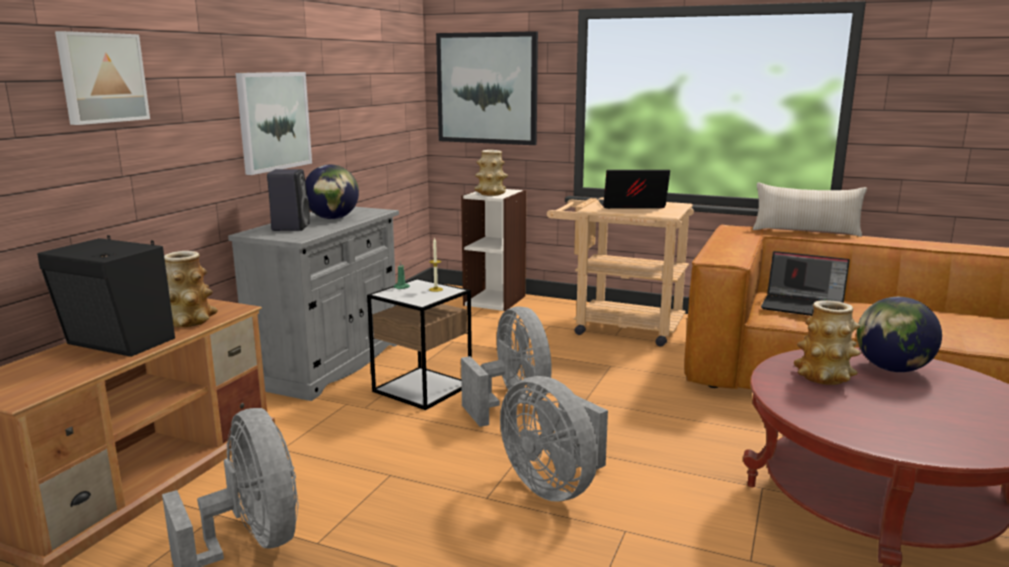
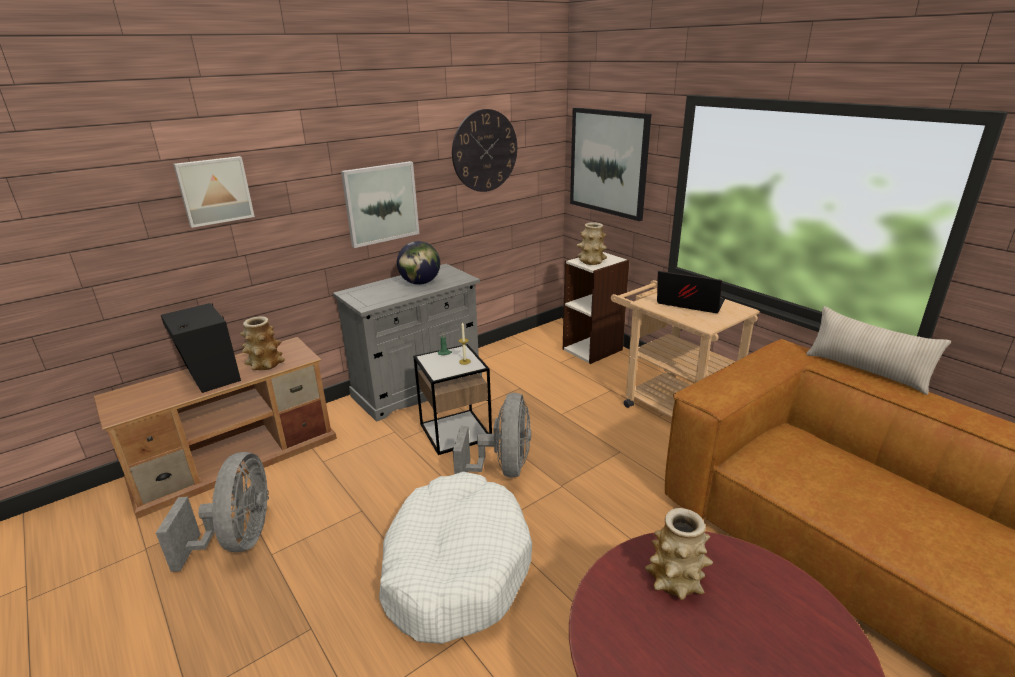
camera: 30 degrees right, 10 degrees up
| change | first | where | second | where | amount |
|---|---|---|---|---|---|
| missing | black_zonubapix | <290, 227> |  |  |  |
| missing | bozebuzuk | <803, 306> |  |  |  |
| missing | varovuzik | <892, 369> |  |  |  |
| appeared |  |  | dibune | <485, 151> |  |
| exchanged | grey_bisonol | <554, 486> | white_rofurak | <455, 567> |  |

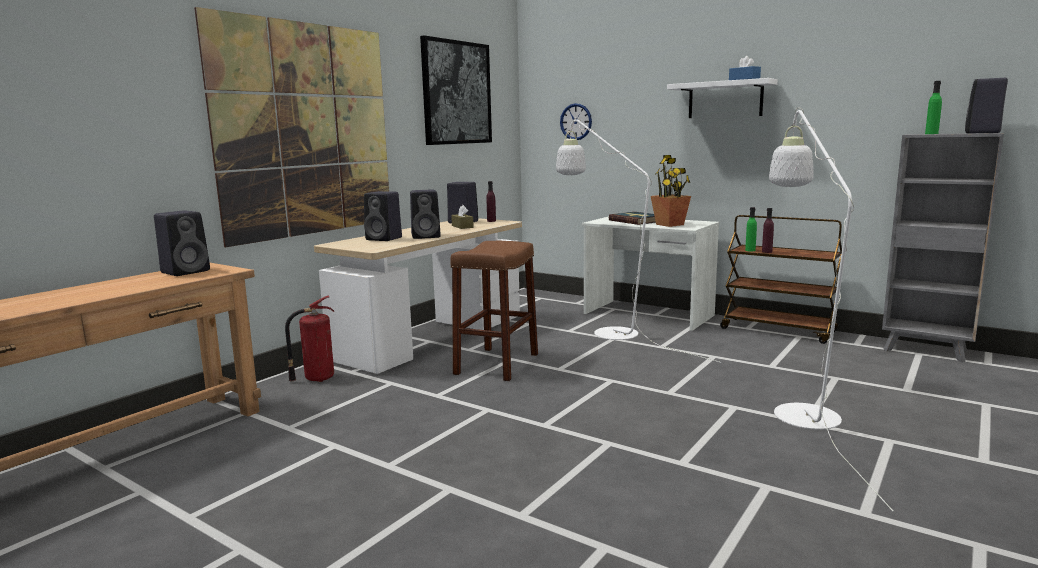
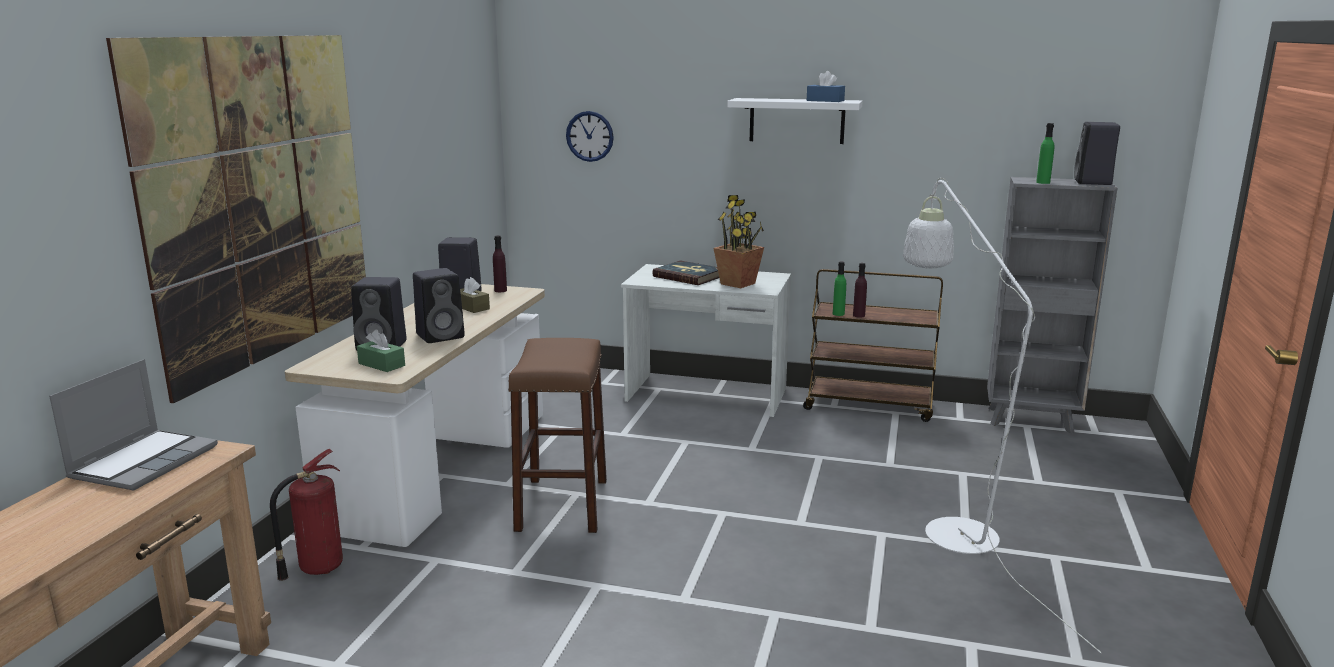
camera: 20 degrees left, 5 degrees up
| change | first | where | second | where | amount |
|---|---|---|---|---|---|
| missing | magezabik | <456, 93> |  |  |  |
| missing | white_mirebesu | <606, 331> |  |  |  |
| appeared |  |  | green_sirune | <381, 364> |  |
| exchanged | black_zonubapix | <187, 271> | bozebuzuk | <144, 461> |  |

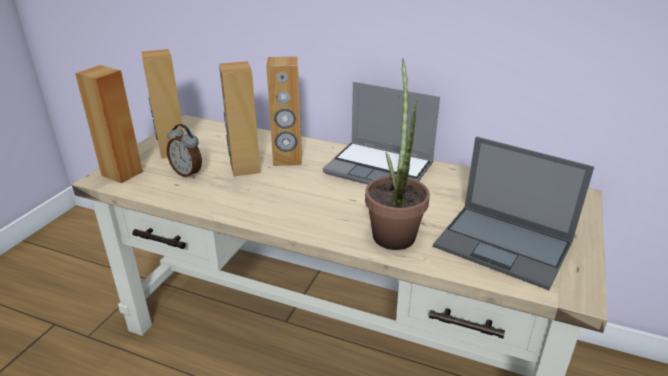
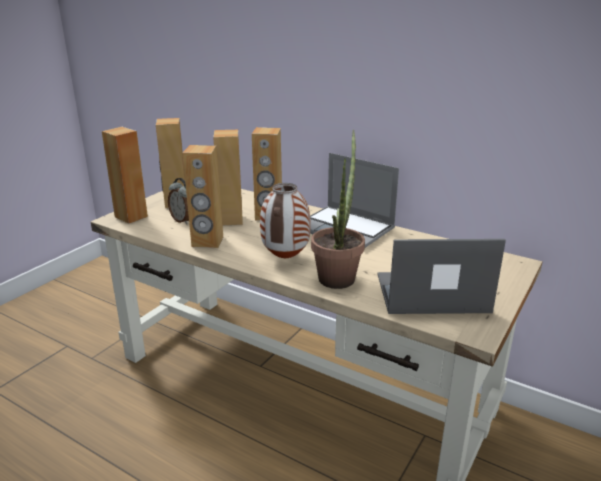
camera: 10 degrees right, 5 degrees down
| change | first | where | second | where | amount |
|---|---|---|---|---|---|
| appeared |  |  | brown_zonubapix | <207, 242> |  |
| appeared |  |  | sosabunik | <286, 258> |  |
| spun | bozebuzuk | <504, 245> |  | <430, 293> | 135 degrees clockwise |

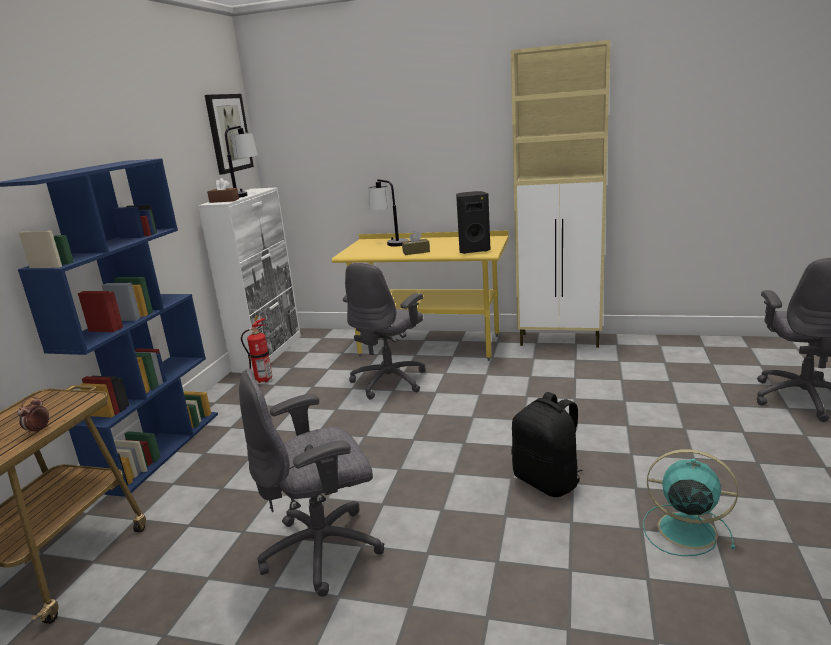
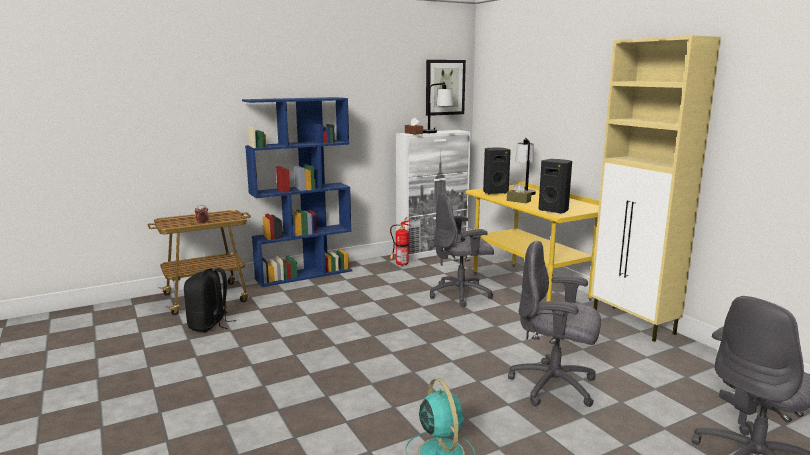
camera: 45 degrees right, 5 degrees down
| change | first | where | second | where | amount |
|---|---|---|---|---|---|
| appeared |  |  | black_zonubapix | <494, 192> |  |
| relocated | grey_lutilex | <324, 549> |  | <555, 386> |  |
| relocated | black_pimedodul | <547, 481> |  | <209, 325> |  |

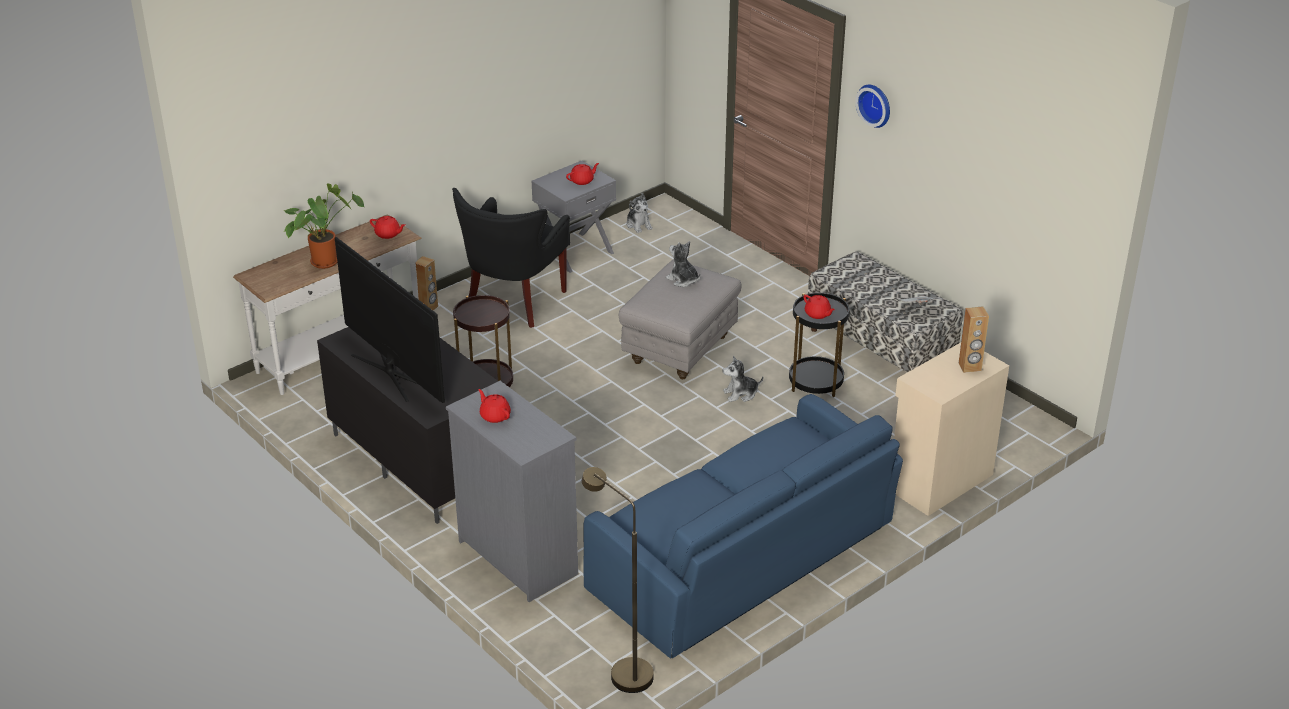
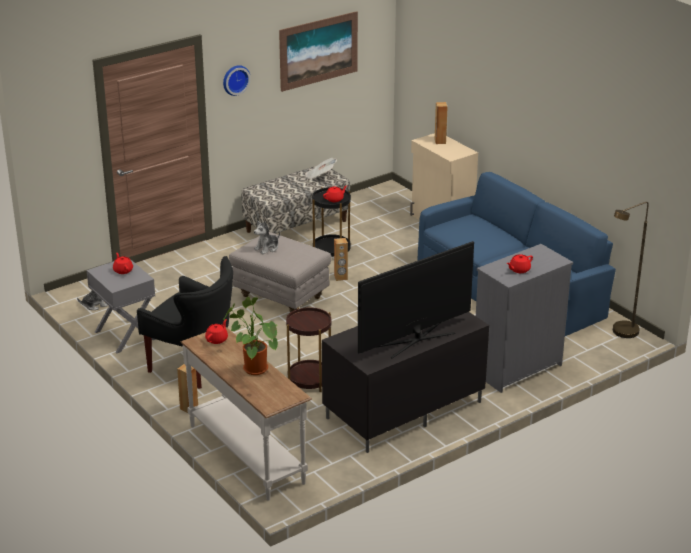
camera: 85 degrees left, 5 degrees down
| change | first | where | second | where | amount |
|---|---|---|---|---|---|
| appeared |  |  | magezabik | <318, 50> |  |
| exchanged | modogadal | <741, 394> | brown_zonubapix | <341, 277> |  |

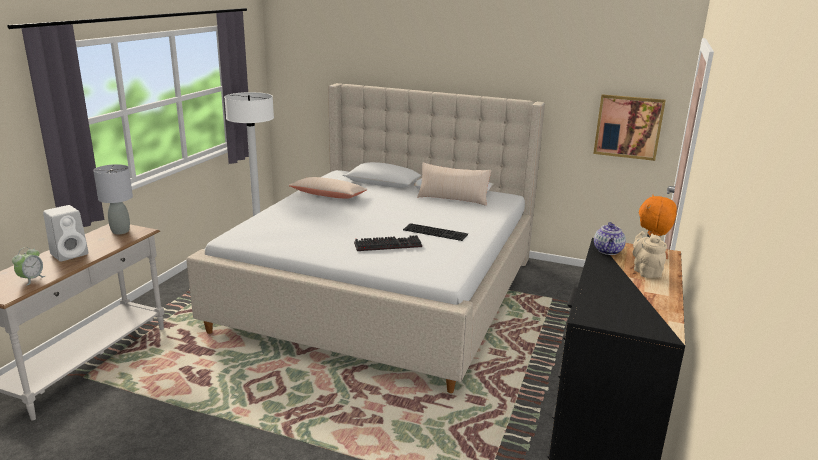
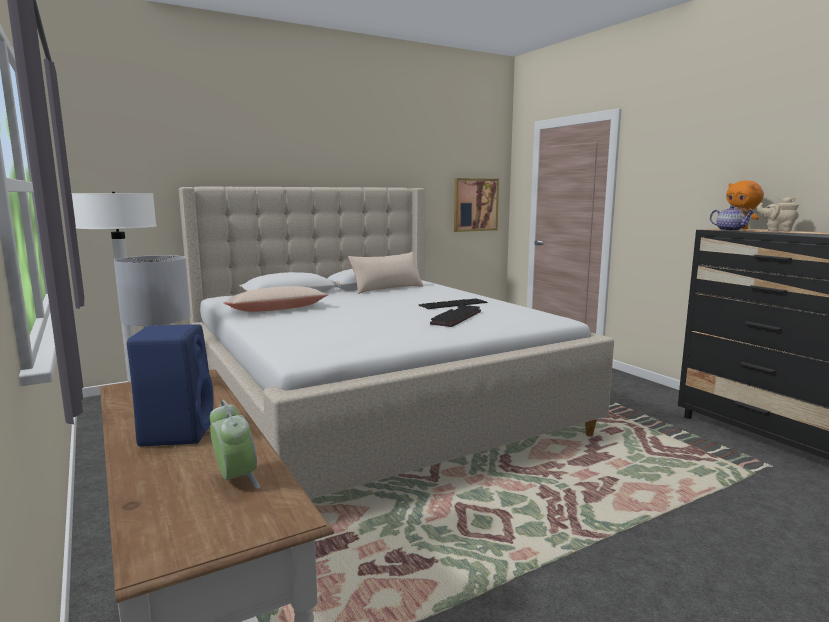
camera: 50 degrees left, 10 degrees down
| change | first | where | second | where | amount |
|---|---|---|---|---|---|
| colour | white_zonubapix | <70, 254> | blue_zonubapix | <177, 432> |  |

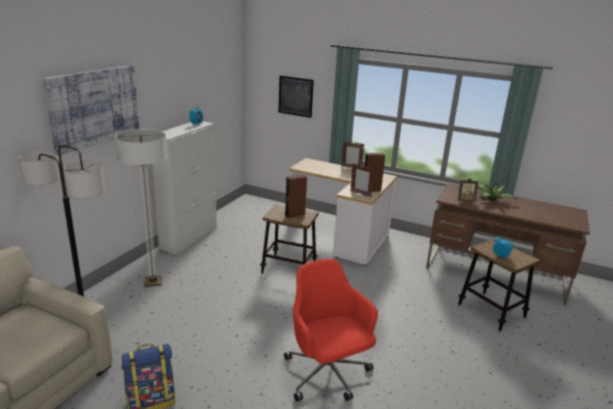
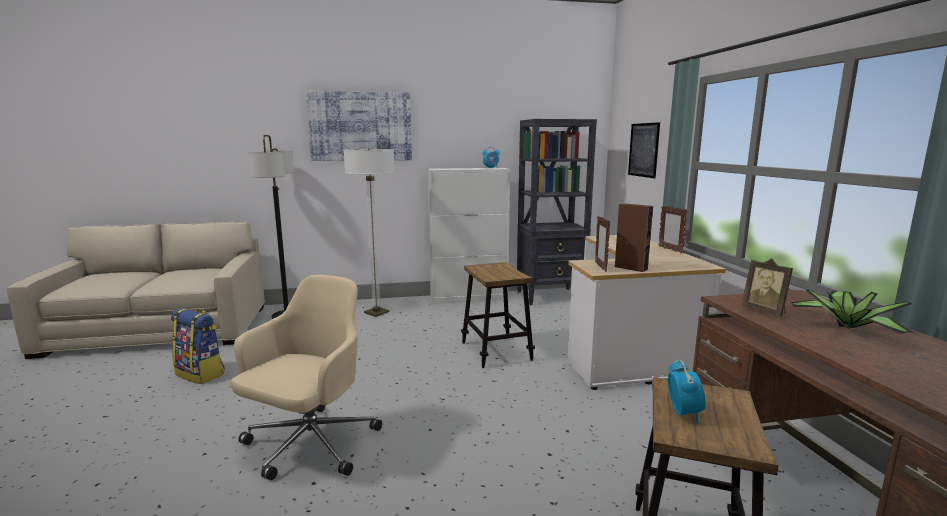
camera: 55 degrees right, 10 degrees down
| change | first | where | second | where | amount |
|---|---|---|---|---|---|
| missing | brown_zonubapix | <295, 214> |  |  |  |
| appeared |  |  | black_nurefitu | <551, 296> |  |
| colour | red_lutilex | <327, 374> | beige_lutilex | <309, 445> |  |

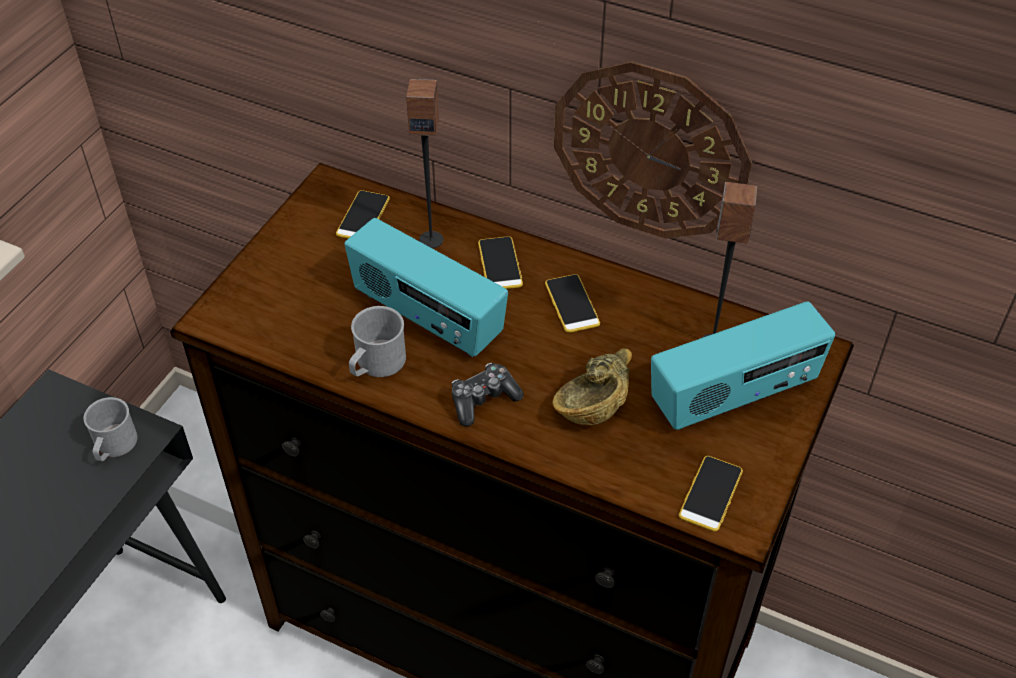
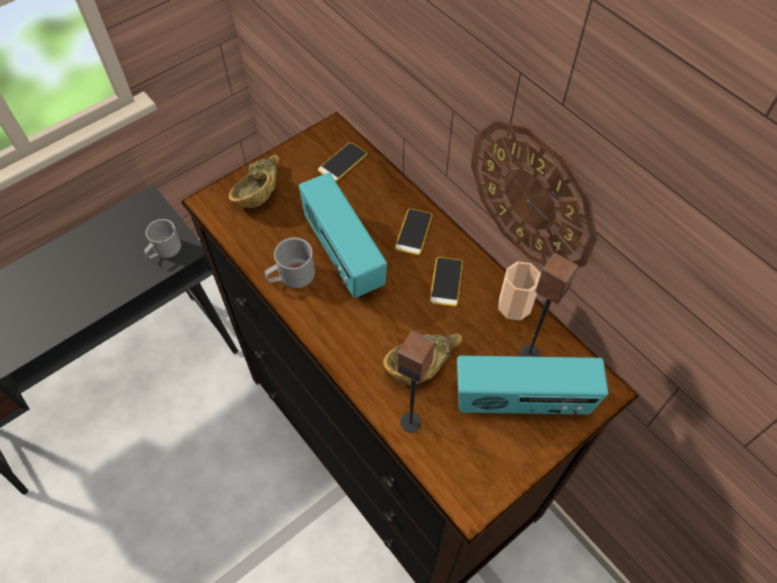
camera: 25 degrees right, 10 degrees up
| change | first | where | second | where | amount |
|---|---|---|---|---|---|
| missing | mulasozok | <483, 400> |  |  |  |
| missing | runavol | <711, 494> |  |  |  |
| appeared |  |  | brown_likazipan | <259, 189> |  |
| appeared |  |  | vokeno | <514, 306> |  |
| relocated | zonubapix | <431, 239> |  | <411, 422> |  |

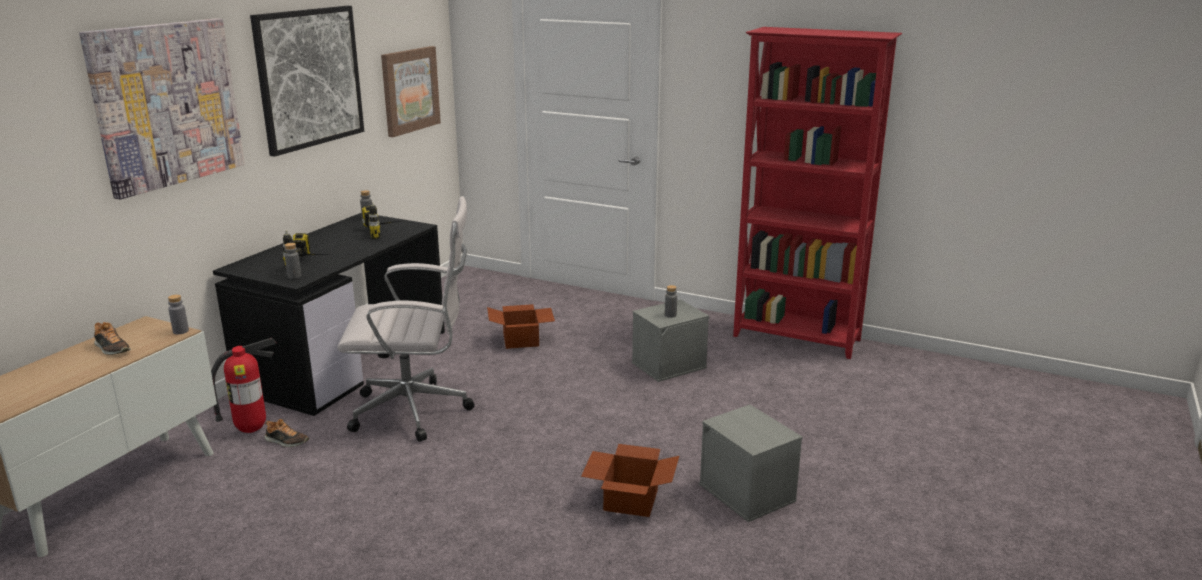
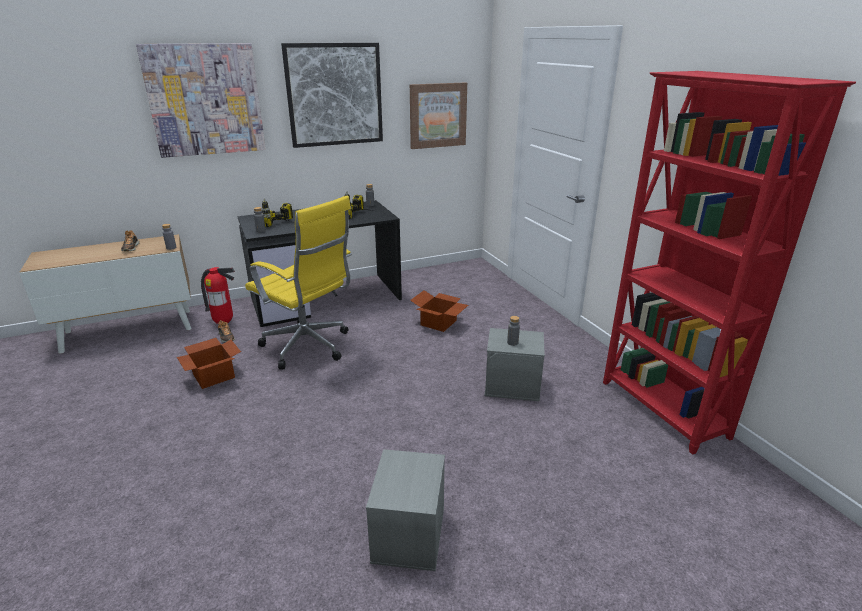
camera: 40 degrees right, 5 degrees up
| change | first | where | second | where | amount |
|---|---|---|---|---|---|
| relocated | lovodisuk | <629, 499> |  | <214, 375> |  |
| colour | white_lutilex | <416, 411> | yellow_lutilex | <309, 347> |  |

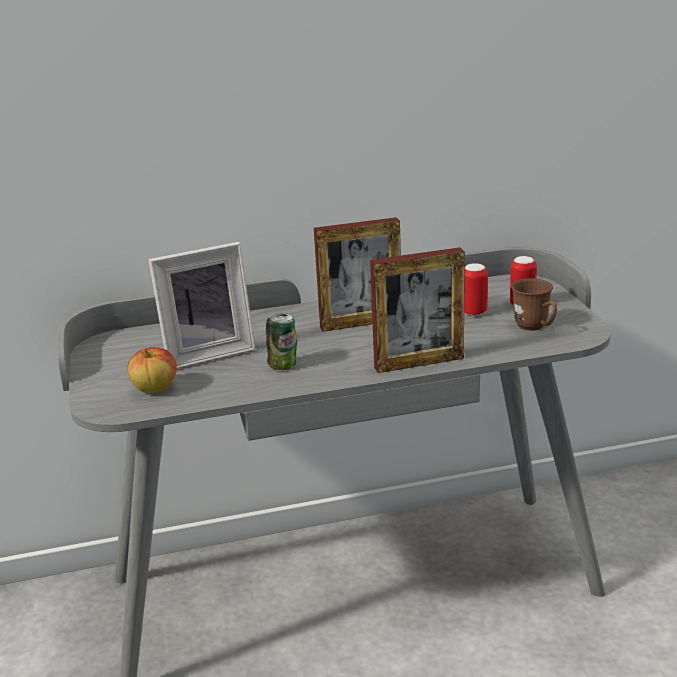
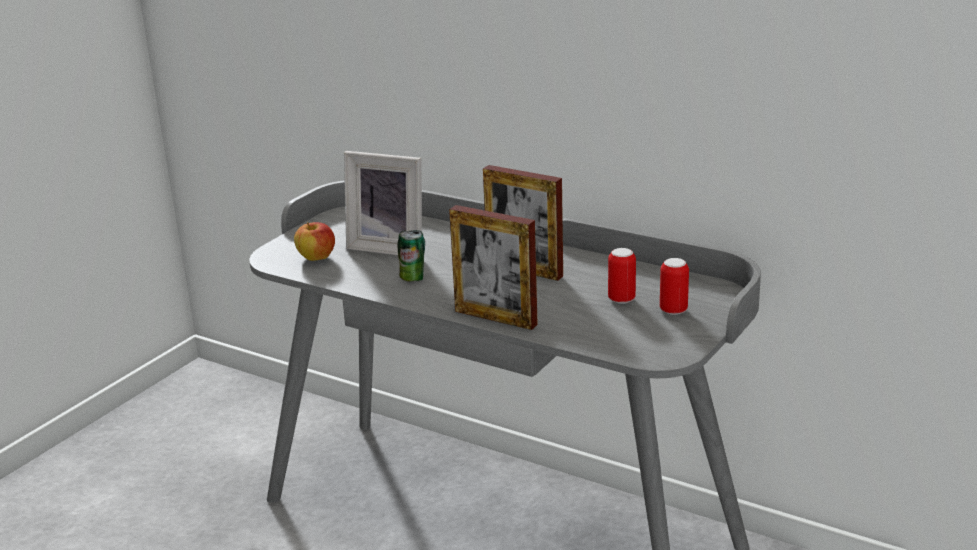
camera: 45 degrees right, 0 degrees up
| change | first | where | second | where | amount |
|---|---|---|---|---|---|
| missing | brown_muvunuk | <535, 327> |  |  |  |

